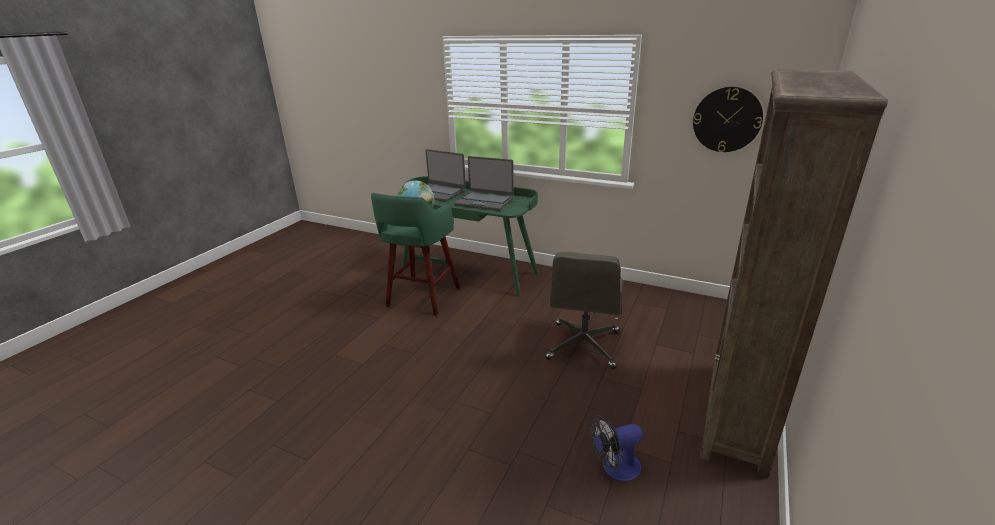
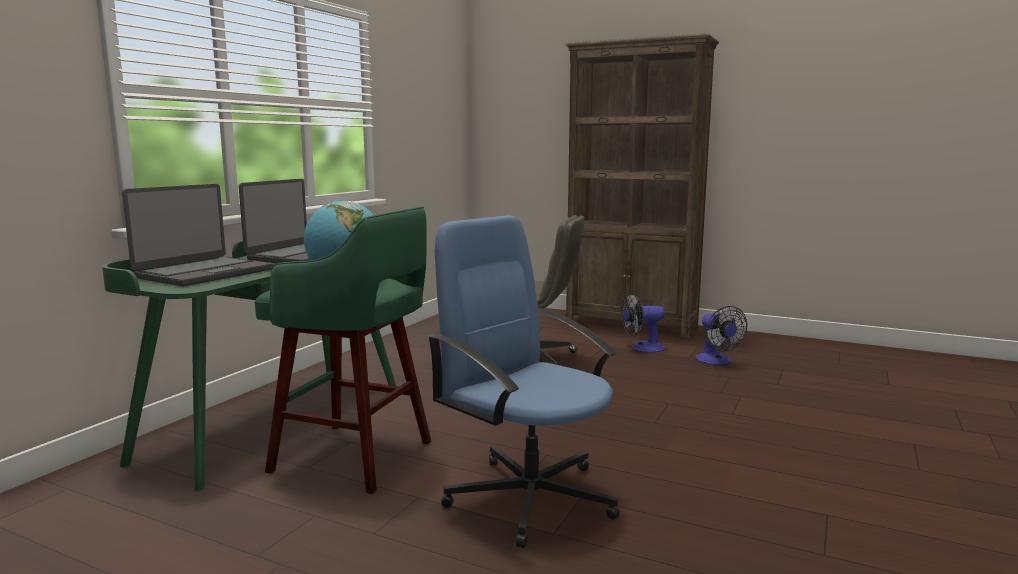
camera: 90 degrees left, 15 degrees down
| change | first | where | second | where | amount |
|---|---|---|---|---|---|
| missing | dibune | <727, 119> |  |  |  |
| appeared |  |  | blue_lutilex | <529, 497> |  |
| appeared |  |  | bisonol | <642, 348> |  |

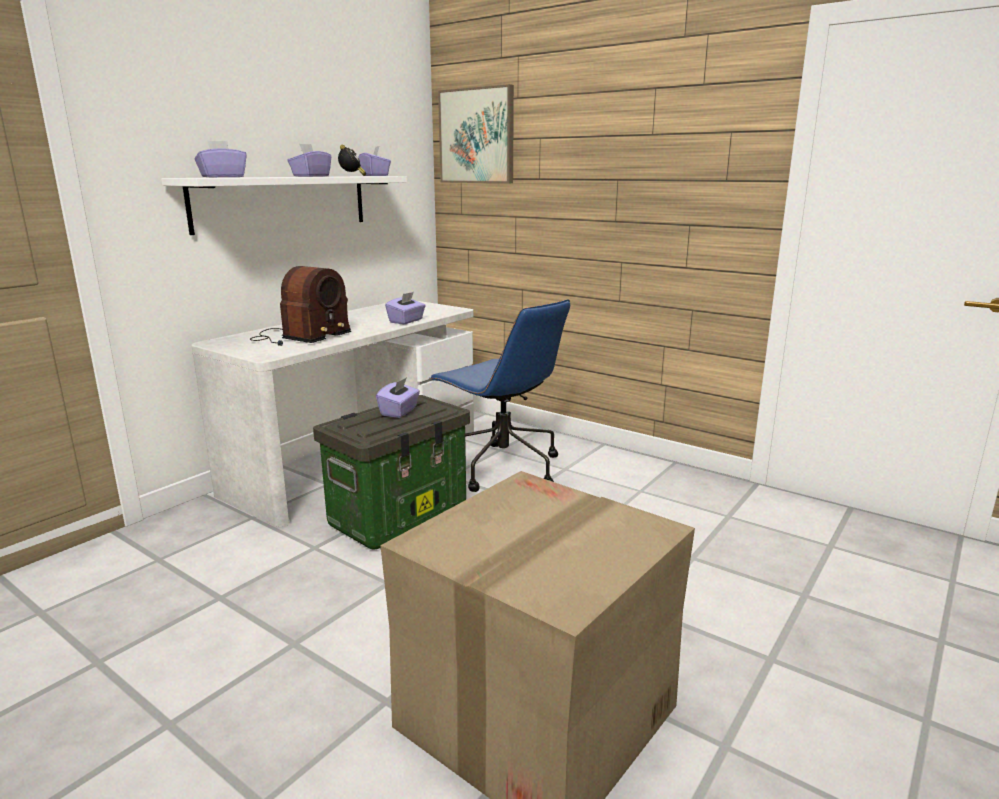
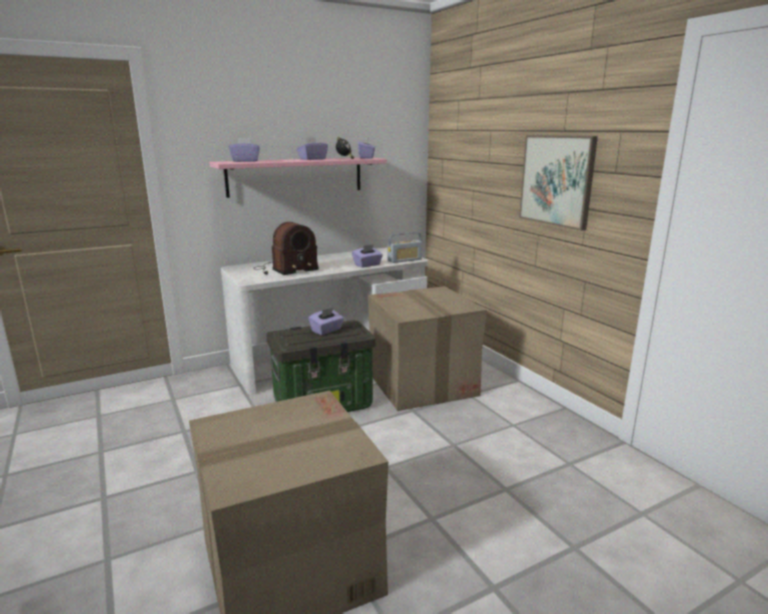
camera: 25 degrees right, 0 degrees up
| change | first | where | second | where | amount |
|---|---|---|---|---|---|
| appeared |  |  | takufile | <404, 260> |  |
| relocated | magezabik | <477, 136> |  | <557, 180> |  |
| exchanged | blue_lutilex | <501, 468> | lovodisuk | <422, 384> |  |
| colour | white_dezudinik | <283, 202> | pink_dezudinik | <296, 176> |  |

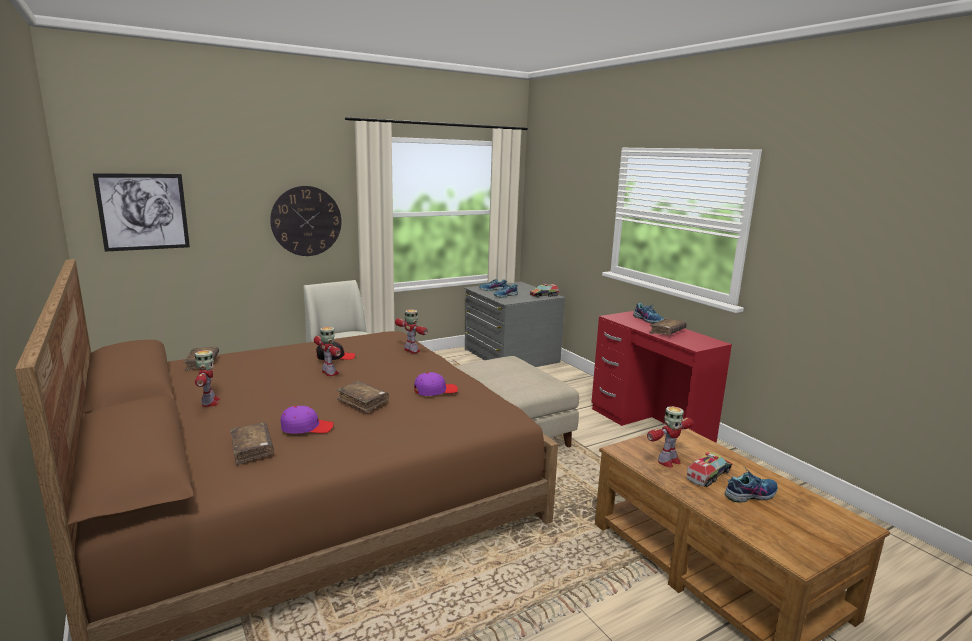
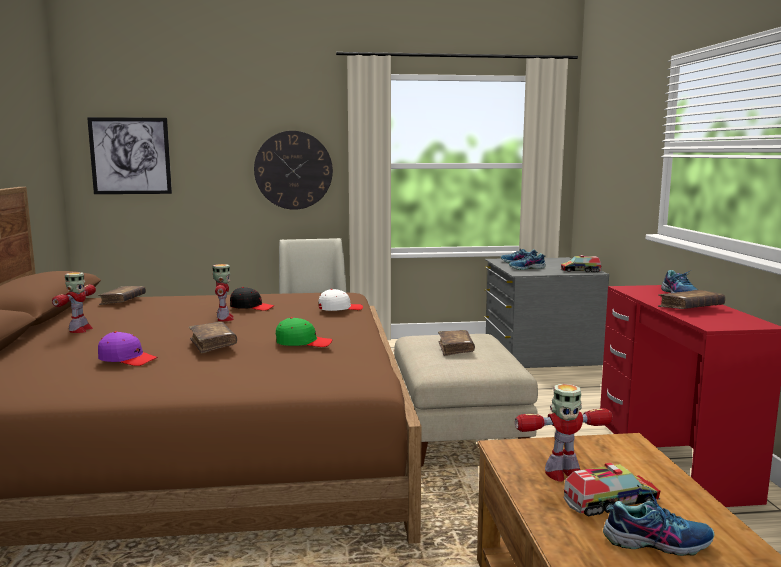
camera: 25 degrees right, 5 degrees down
| change | first | where | second | where | amount |
|---|---|---|---|---|---|
| relocated | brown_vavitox | <252, 449> |  | <455, 349> |  |
| exchanged | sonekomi | <412, 351> | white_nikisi | <340, 308> |  |
| colour | purple_nikisi | <435, 391> | green_nikisi | <303, 343> |  |

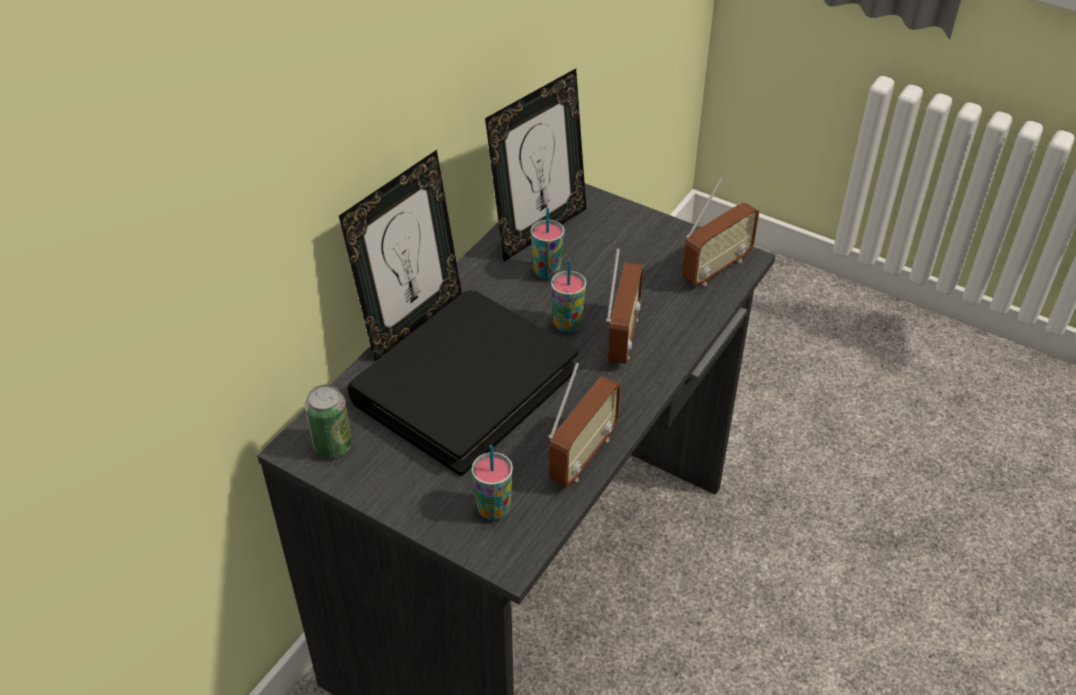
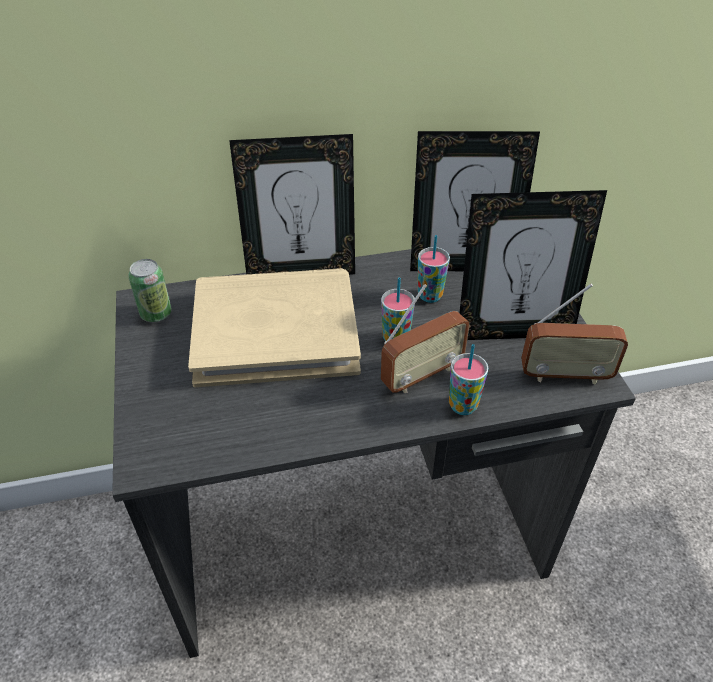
camera: 45 degrees right, 0 degrees up
| change | first | where | second | where | amount |
|---|---|---|---|---|---|
| missing | takufile | <583, 456> |  |  |  |
| appeared |  |  | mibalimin | <513, 331> |  |
| relocated | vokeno | <493, 509> |  | <463, 406> |  |
| colour | black_vavitox | <464, 385> | beige_vavitox | <276, 331> |  |

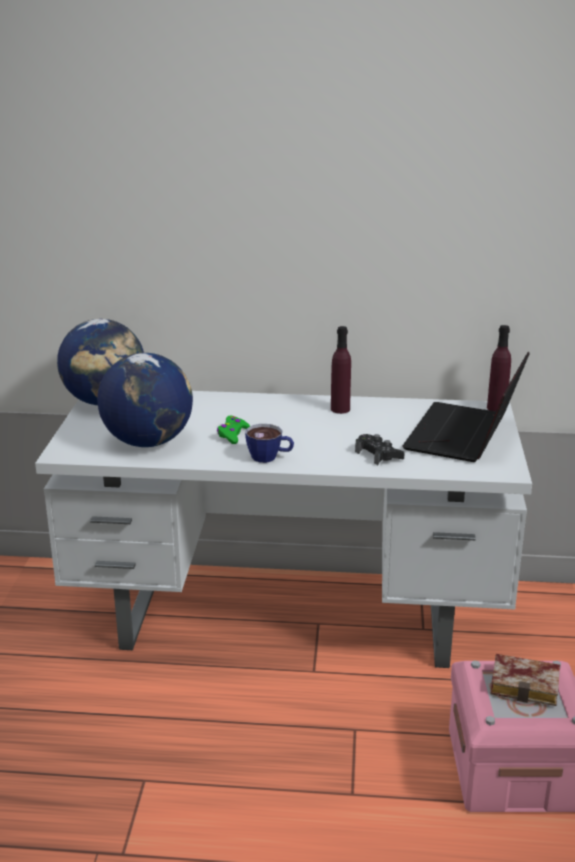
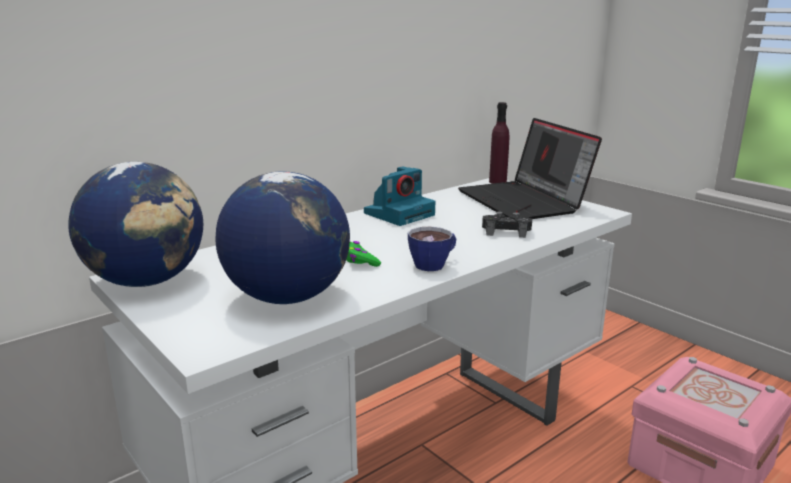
camera: 45 degrees left, 5 degrees down
| change | first | where | second | where | amount |
|---|---|---|---|---|---|
| missing | vavitox | <527, 685> |  |  |  |
| exchanged | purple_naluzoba | <340, 409> | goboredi | <400, 213> |  |

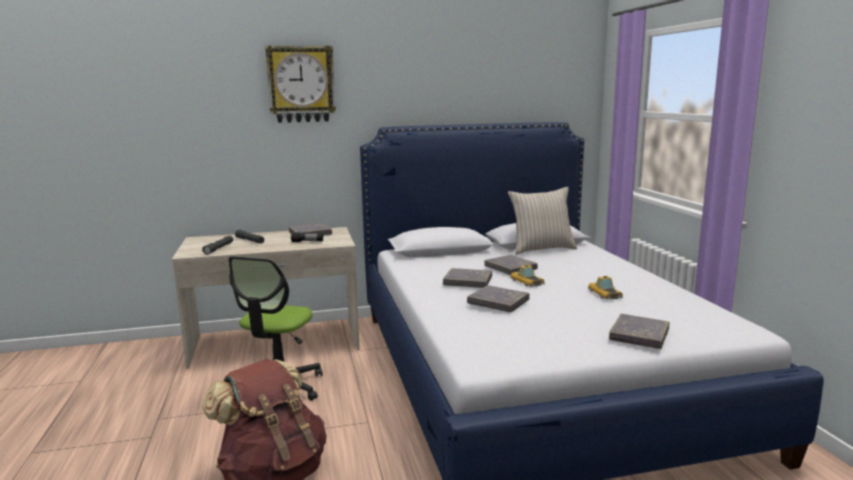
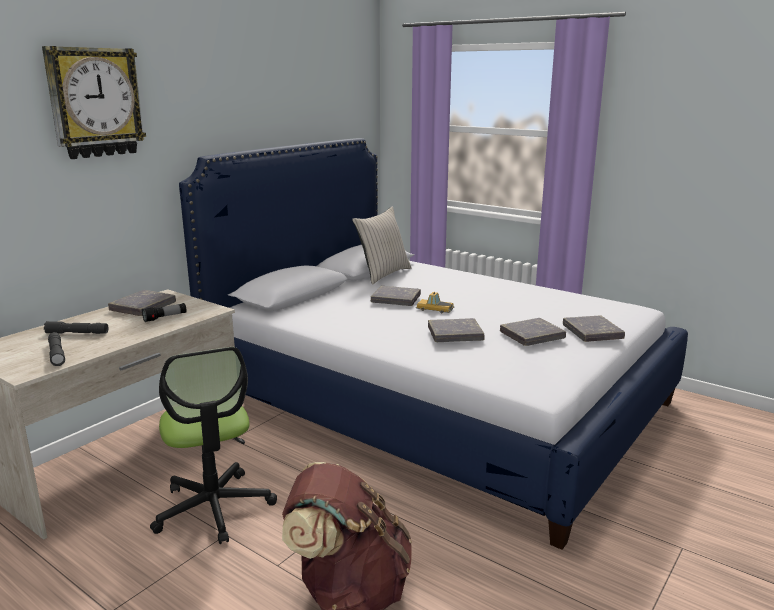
camera: 40 degrees left, 5 degrees up
| change | first | where | second | where | amount |
|---|---|---|---|---|---|
| missing | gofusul | <604, 293> |  |  |  |
| relocated | grey_vavitox | <467, 282> |  | <532, 336> |  |

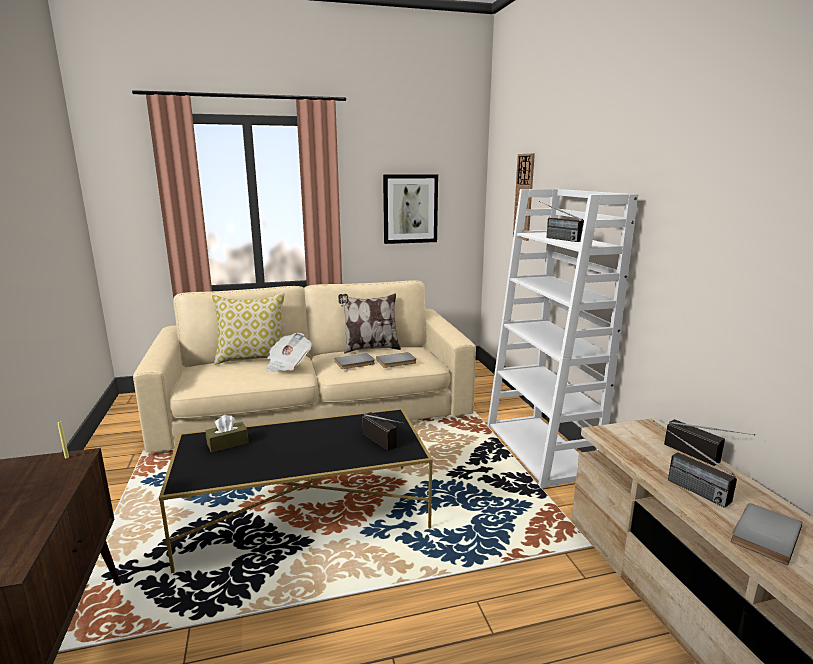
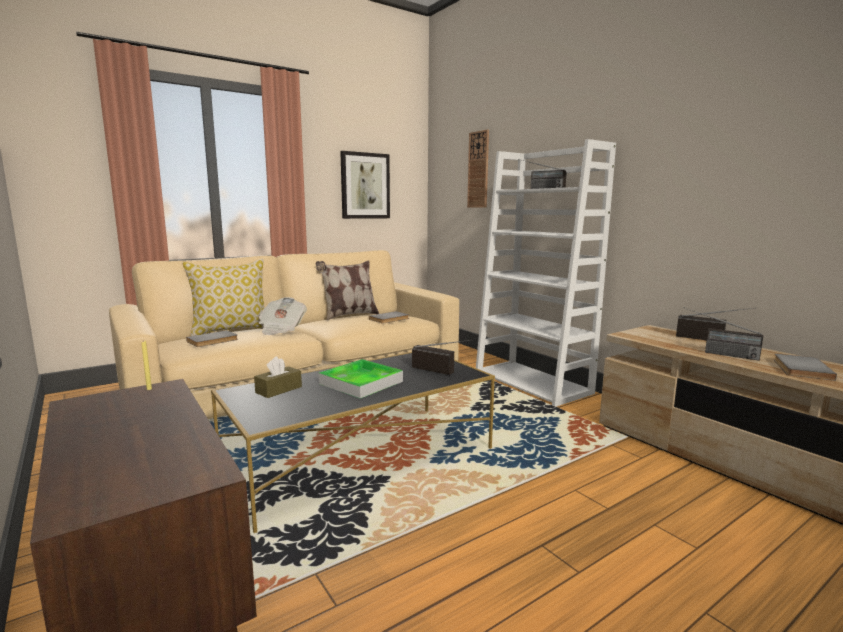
camera: 20 degrees left, 5 degrees down
| change | first | where | second | where | amount |
|---|---|---|---|---|---|
| appeared |  |  | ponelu | <361, 382> |  |
| relocated | grey_vavitox | <355, 363> |  | <213, 341> |  |

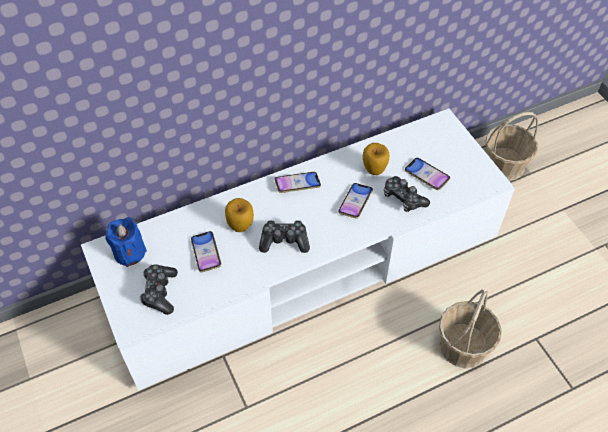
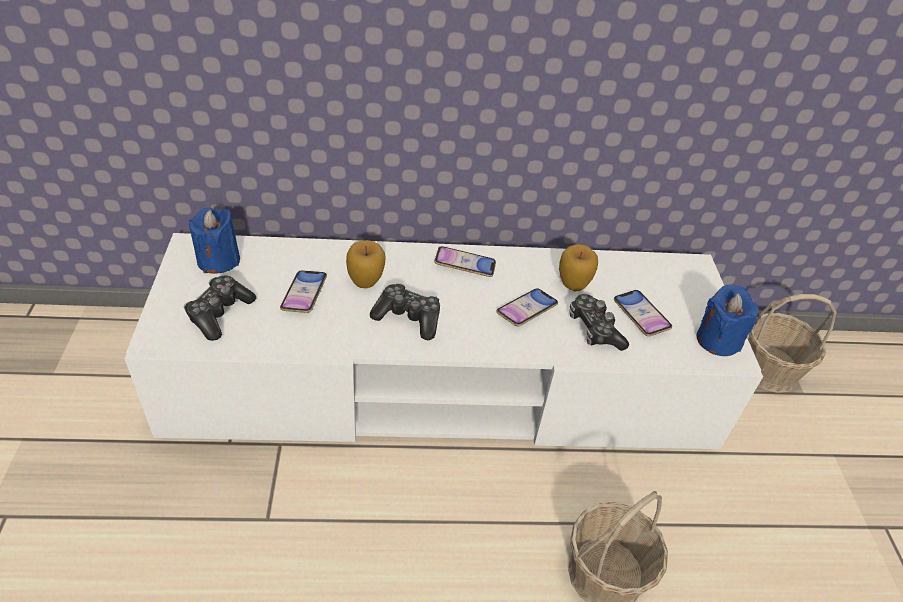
camera: 20 degrees right, 10 degrees down
| change | first | where | second | where | amount |
|---|---|---|---|---|---|
| appeared |  |  | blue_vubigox | <717, 340> |  |

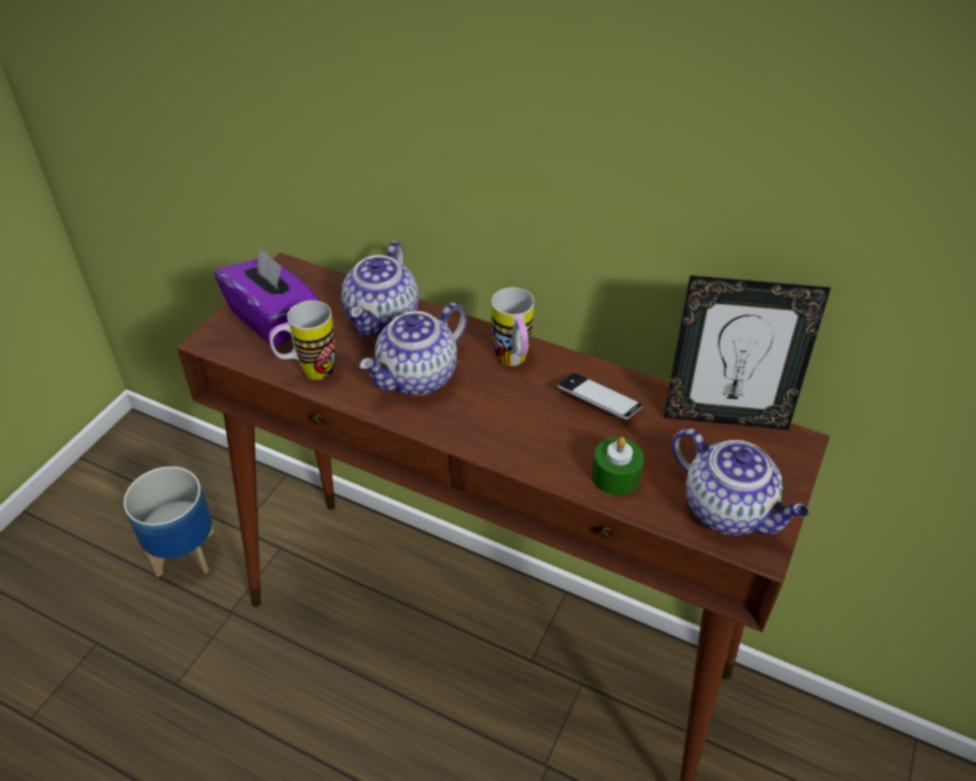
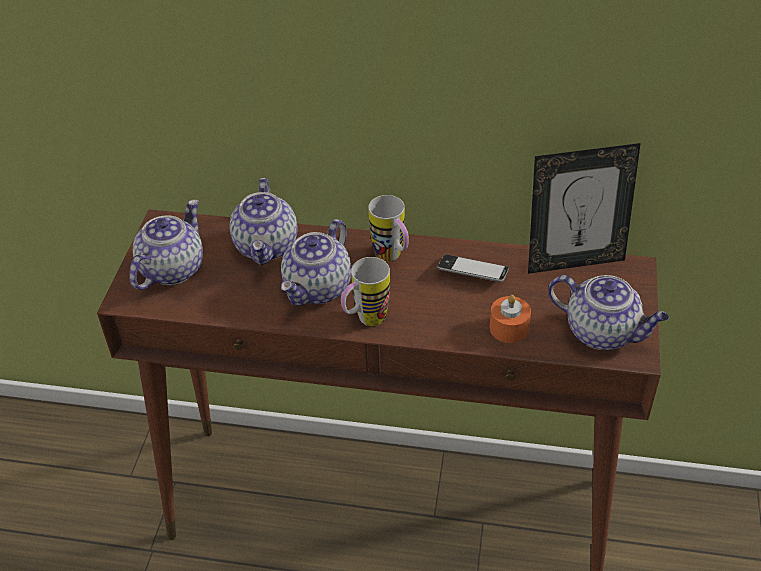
camera: 15 degrees left, 0 degrees up
| change | first | where | second | where | amount |
|---|---|---|---|---|---|
| missing | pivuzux | <185, 552> |  |  |  |
| relocated | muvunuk | <308, 373> |  | <365, 321> |  |
| exchanged | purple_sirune | <273, 319> | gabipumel | <172, 268> |  |
| colour | green_vubigox | <615, 476> | orange_vubigox | <509, 328> |  |

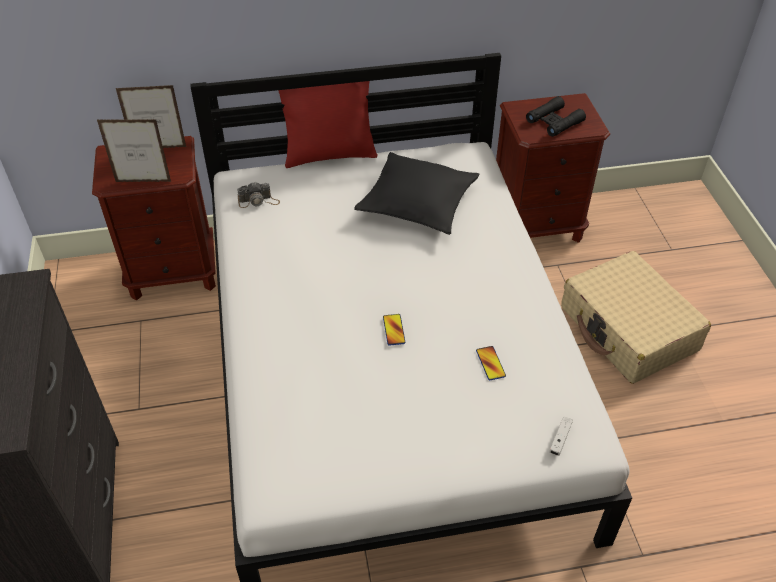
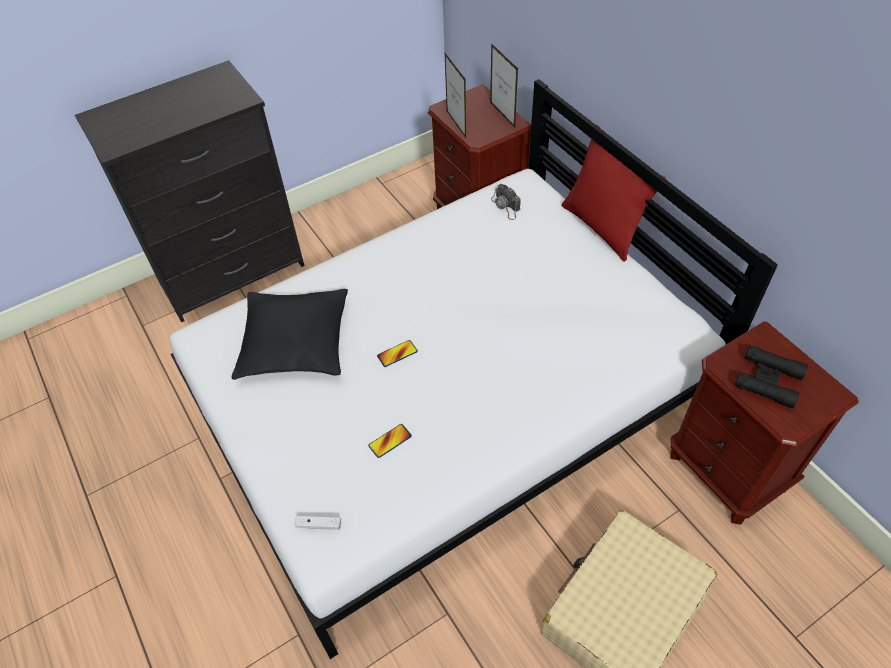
camera: 70 degrees right, 5 degrees up
| change | first | where | second | where | amount |
|---|---|---|---|---|---|
| relocated | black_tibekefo | <417, 203> |  | <295, 342> |  |

